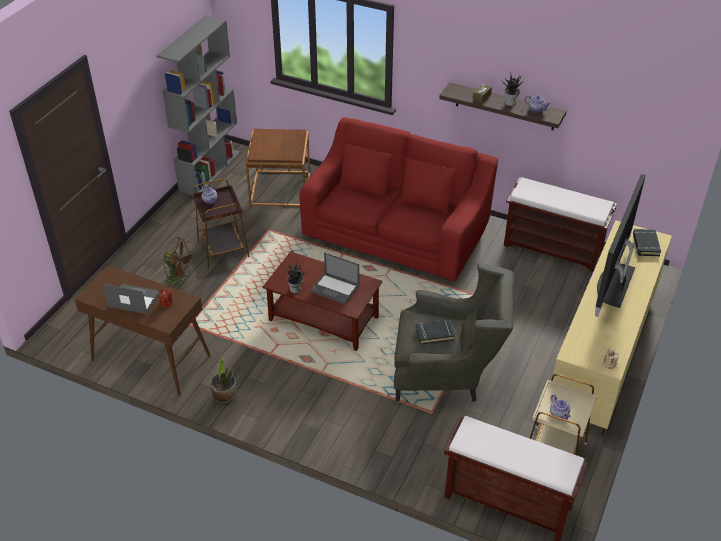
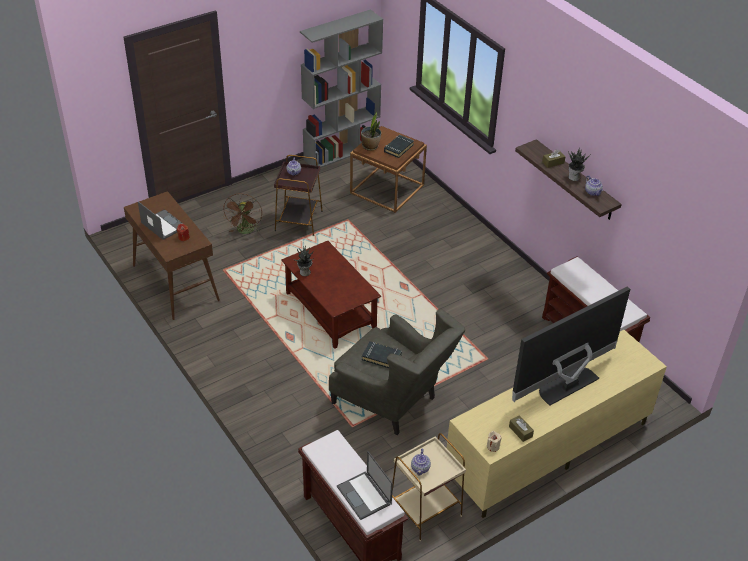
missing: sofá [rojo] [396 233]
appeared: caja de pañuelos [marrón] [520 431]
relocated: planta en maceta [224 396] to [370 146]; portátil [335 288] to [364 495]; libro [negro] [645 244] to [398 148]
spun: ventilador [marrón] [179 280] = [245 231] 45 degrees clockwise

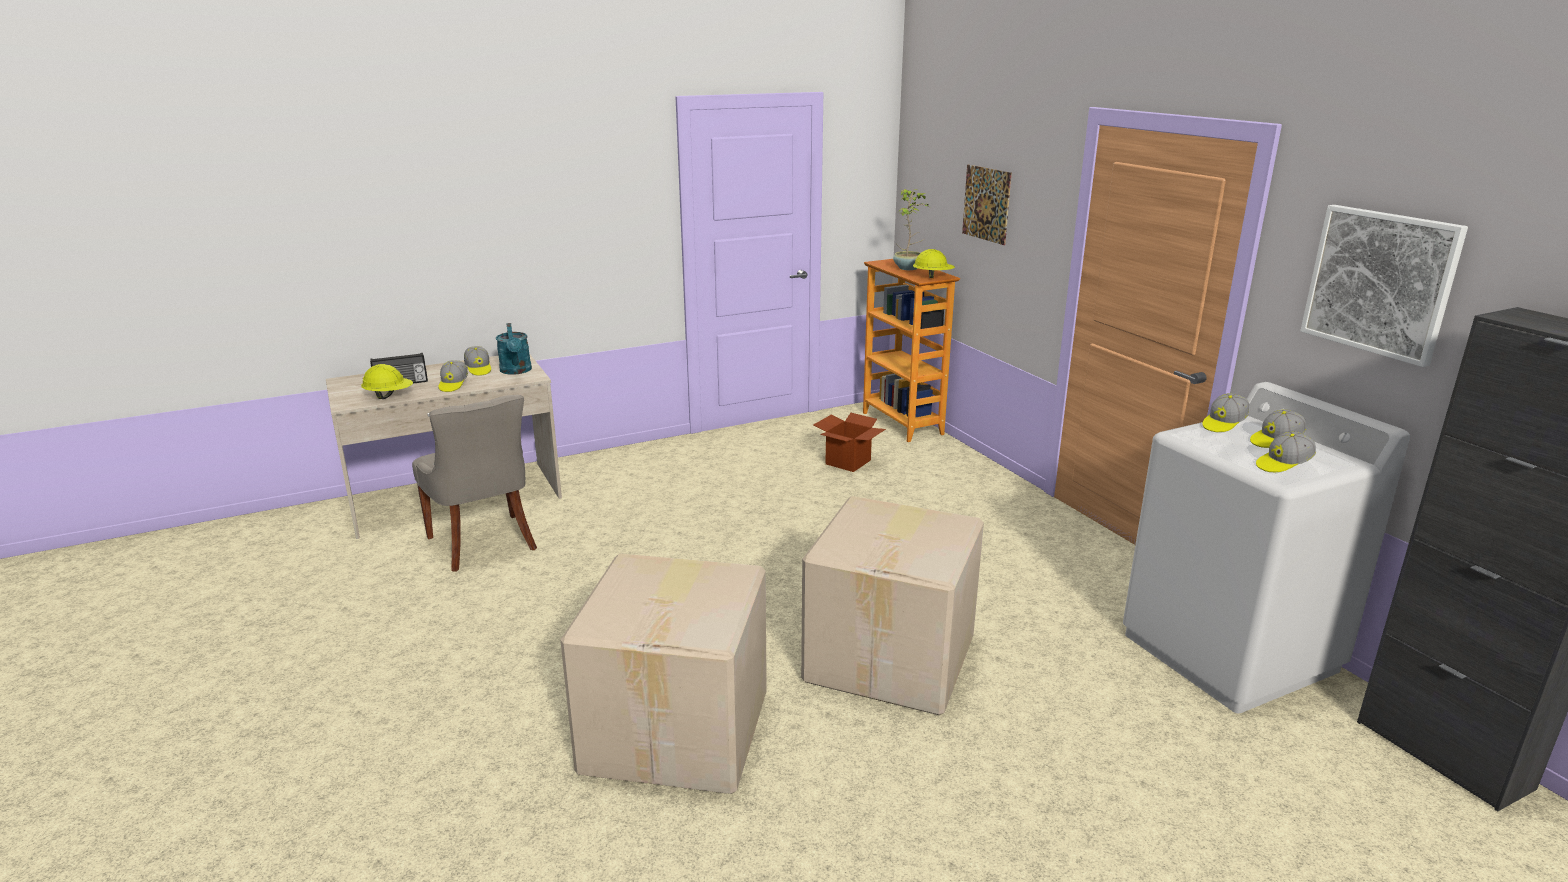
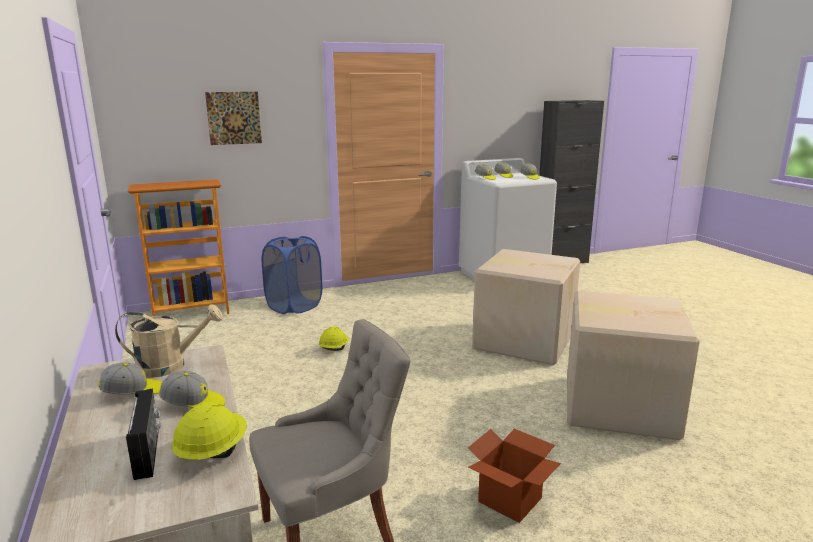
missing: planta en maceta [909 268]; cuadro [1380 282]
appeared: cesto de la ropa [azul] [294 306]
relocated: caja de cartón [848 462] to [509 500]; casco [amarillo] [933 277] to [334 349]
colour: regadera [turquesa] [516 371] to regadera [beis] [170 365]

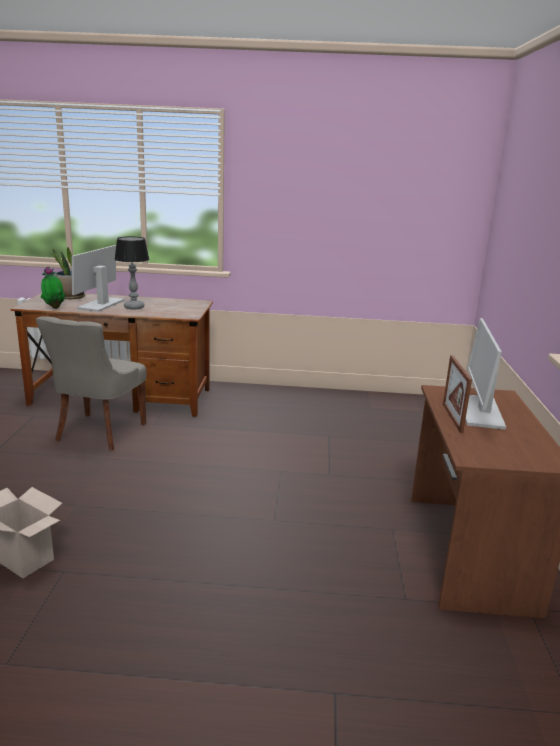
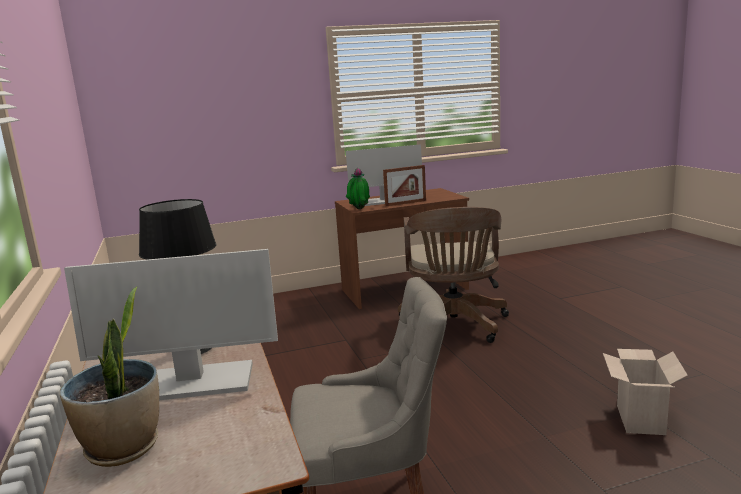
appeared: silla de oficina [marrón] [454 326]
relocated: planta en maceta [54 308] to [359 209]

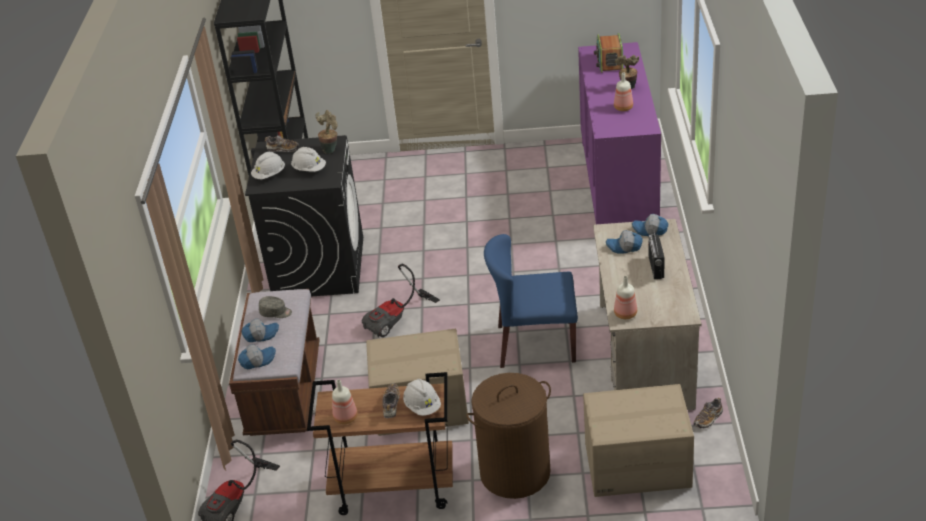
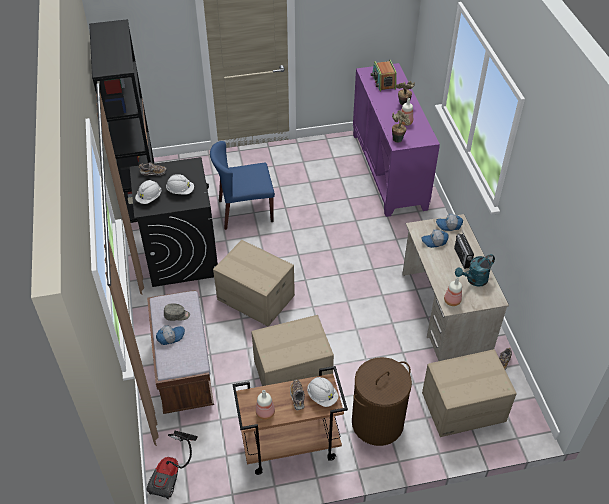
missing: gorra [257 360]
appeared: regadera [turquesa] [474 280]
relocated: planta en maceta [330 149] to [398 138]; silla [azul] [535 344] to [245 211]
exchanged: aspiradora [397 320] to caja de cartón [255 298]

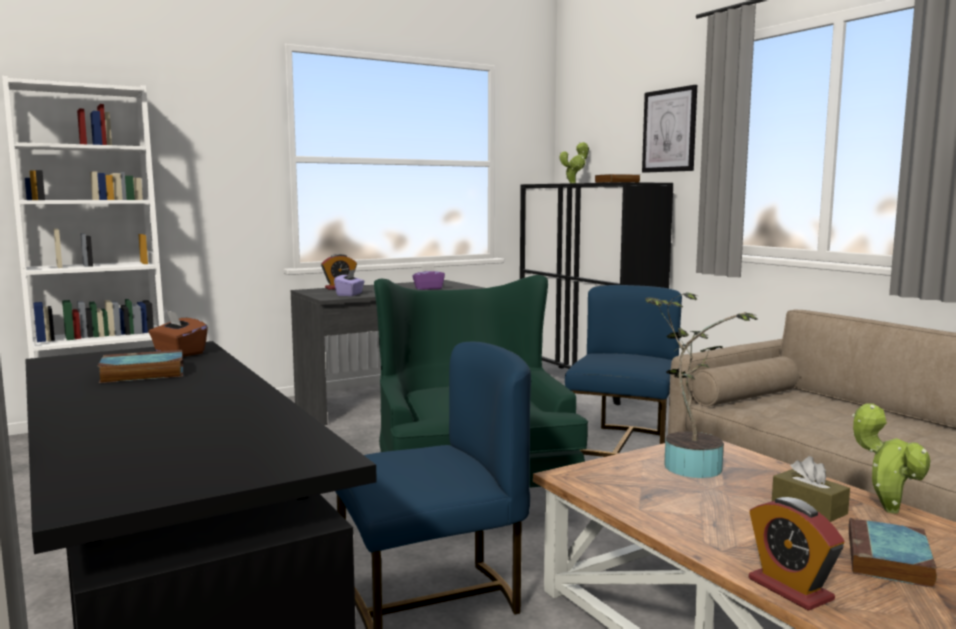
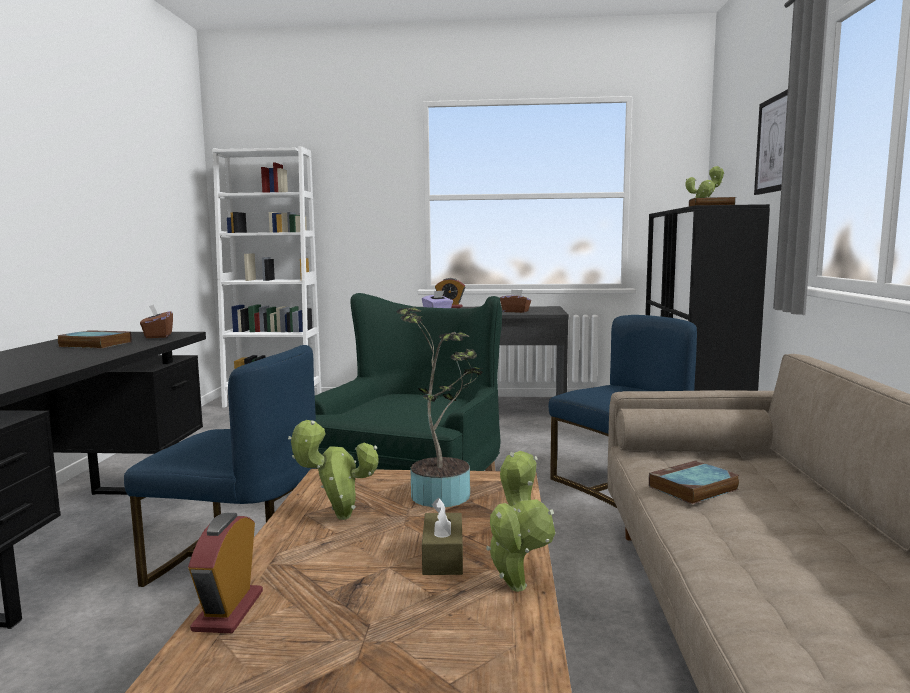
appeared: planta en maceta [338 517]
relocated: libro [889 561] to [692 488]
colour: caja de pañuelos [morado] [428 288] to caja de pañuelos [marrón] [515 311]

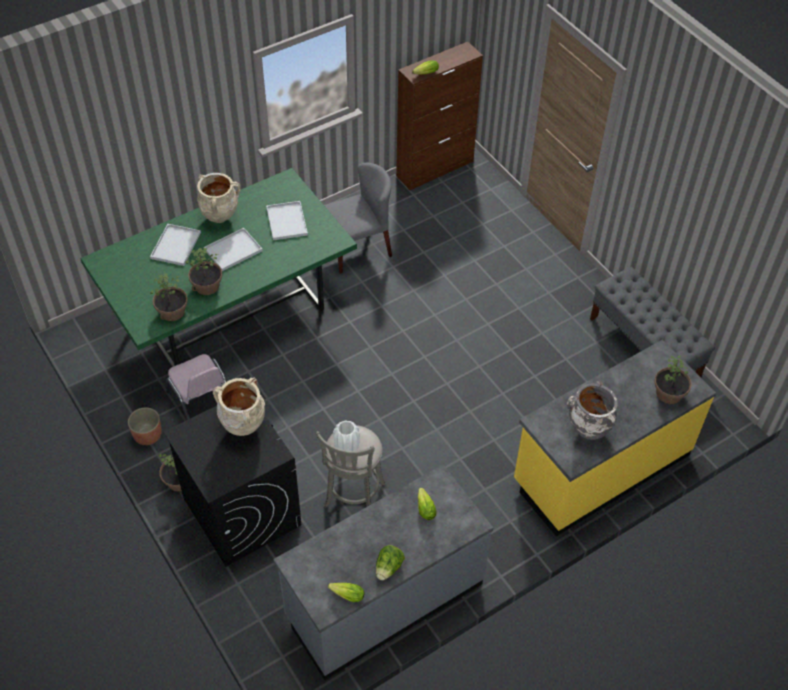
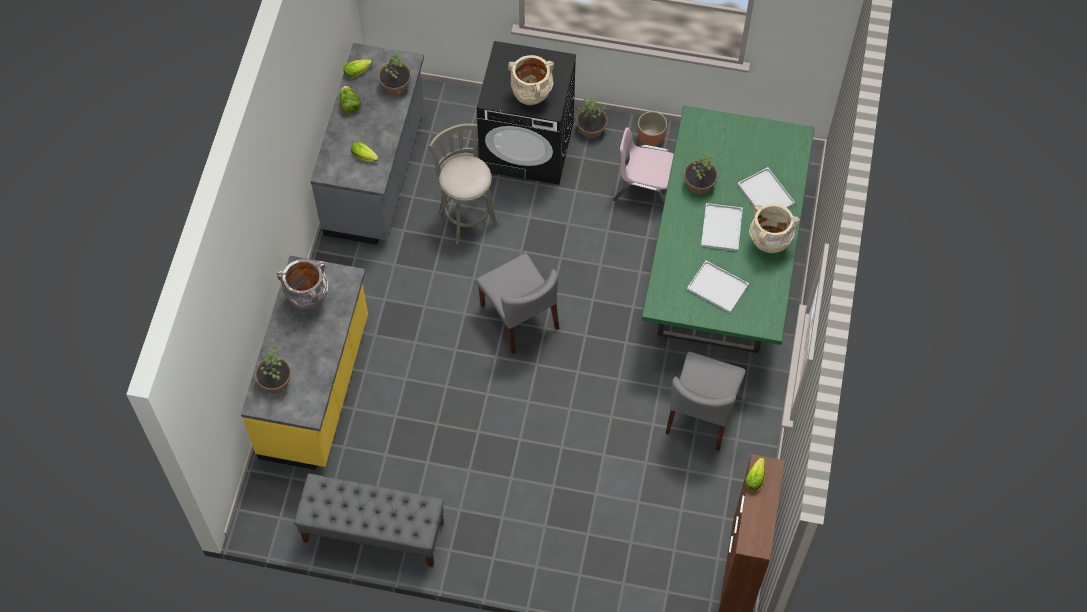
missing: florero [blanco] [347 449]
appeared: silla [gris] [520 317]
relocated: planta en maceta [172 312] to [395 86]

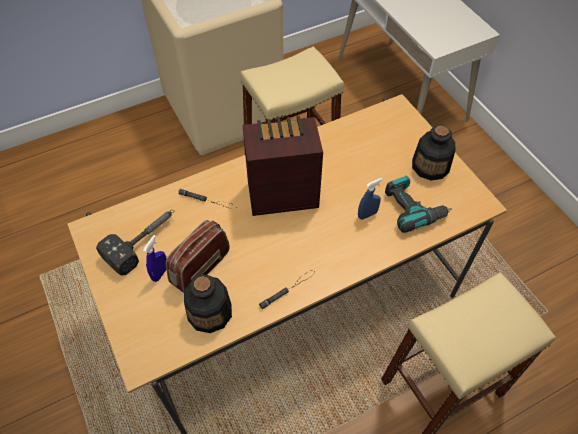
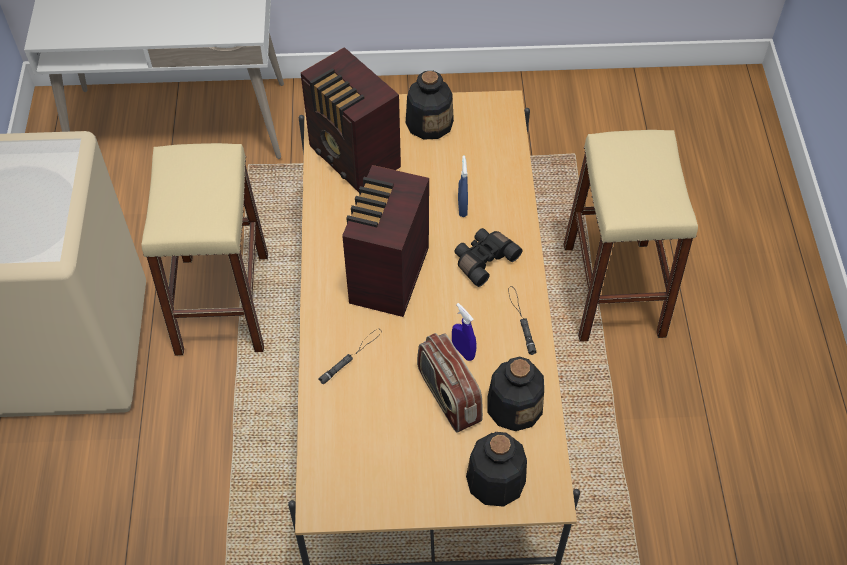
missing: martillo [144 241]; taladro [412 208]
appeared: radio [354 159]; prismáticos [negro] [483 260]; botella [495 481]
relocated: pulverizador [azul] [160 273] to [463 351]

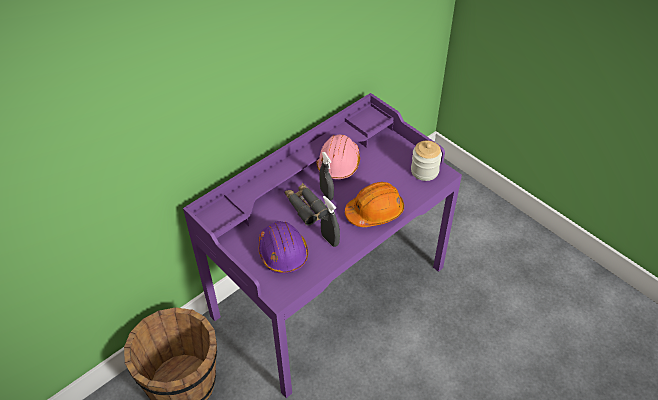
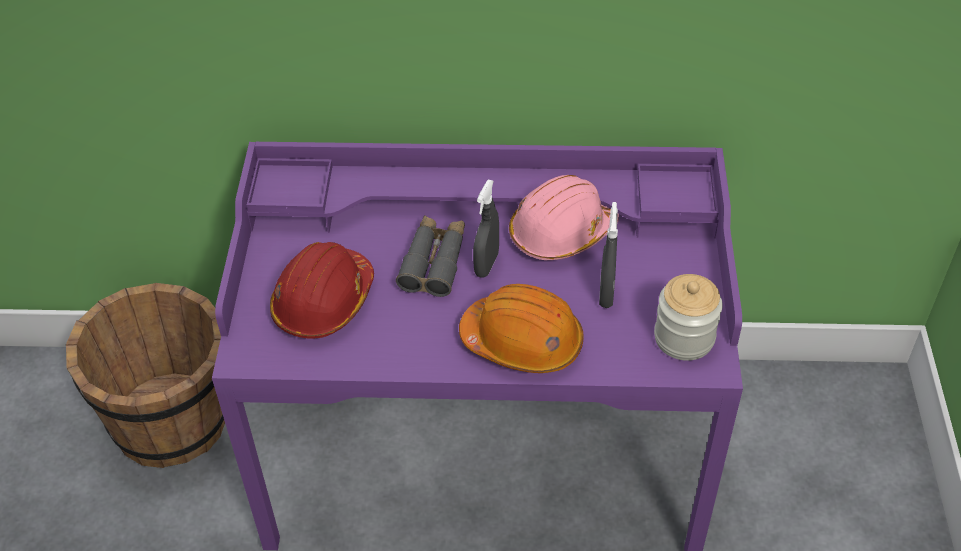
relocated: pulverizador [gris] [330 240] to [606 293]
colour: casco [morado] [283 252] to casco [rojo] [324 302]

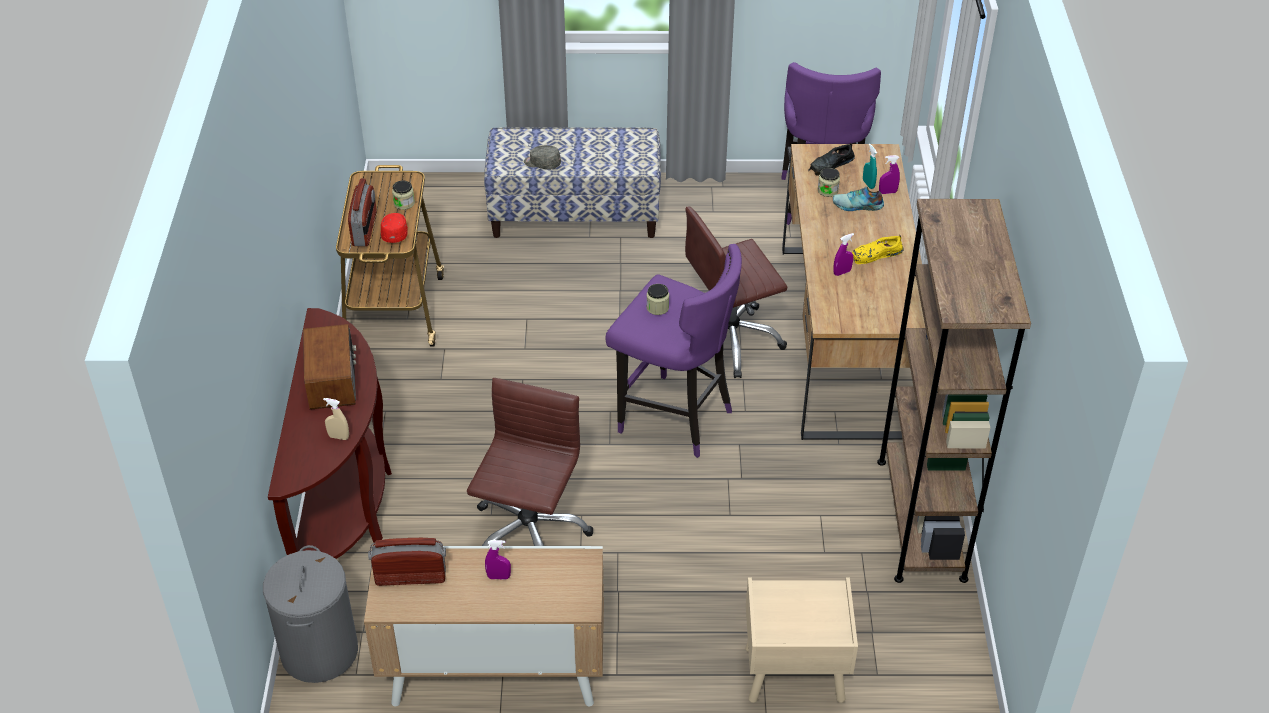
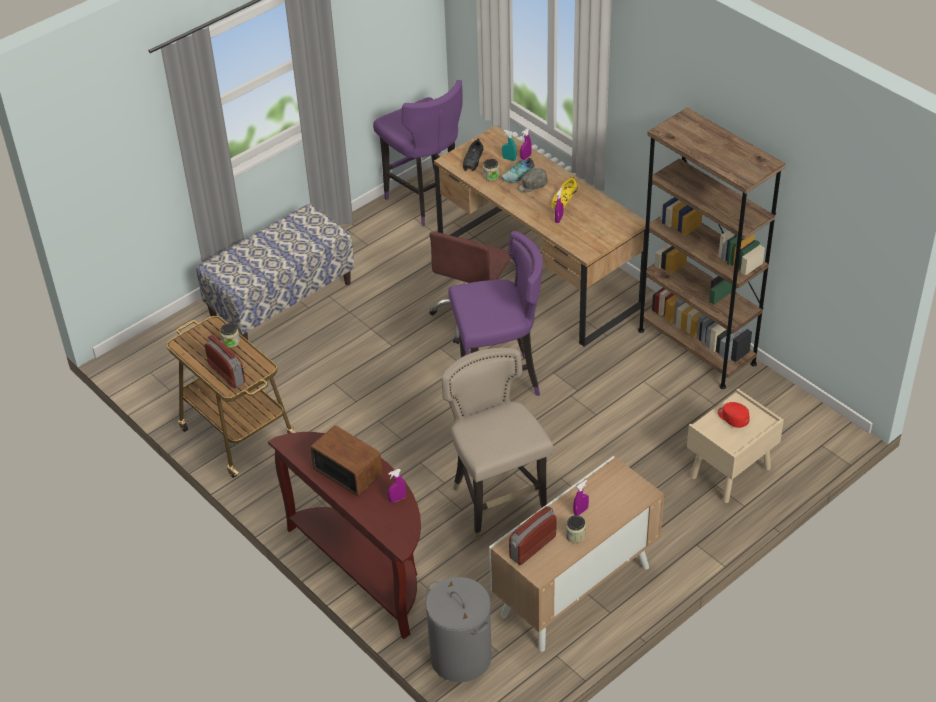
relocated: gorra [rojo] [395 232] to [732 418]; gorra [gris] [542 163] to [532 186]; tarro [657 308] to [575 535]
exchanged: silla de oficina [marrón] [528 534] to taburete [beis] [497 504]
colour: pulverizador [beis] [338 437] to pulverizador [morado] [397 499]

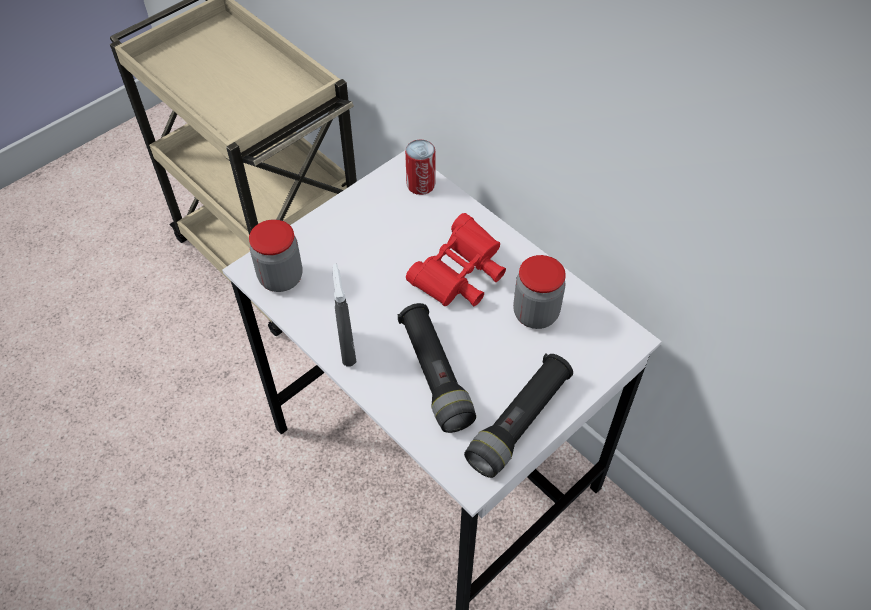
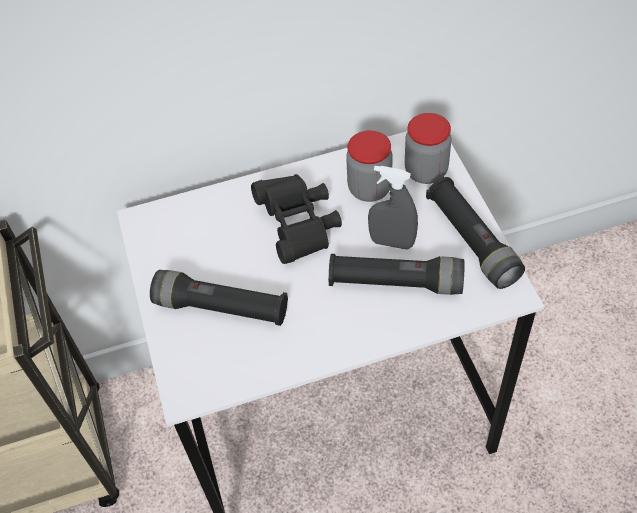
missing: lata [420 184]
appeared: linterna [negro] [221 308]
relocated: tarro [281 278] to [426 171]; pulverizador [gris] [347 349] to [392 242]
colour: prismáticos [rojo] [459 277] to prismáticos [negro] [299 226]

